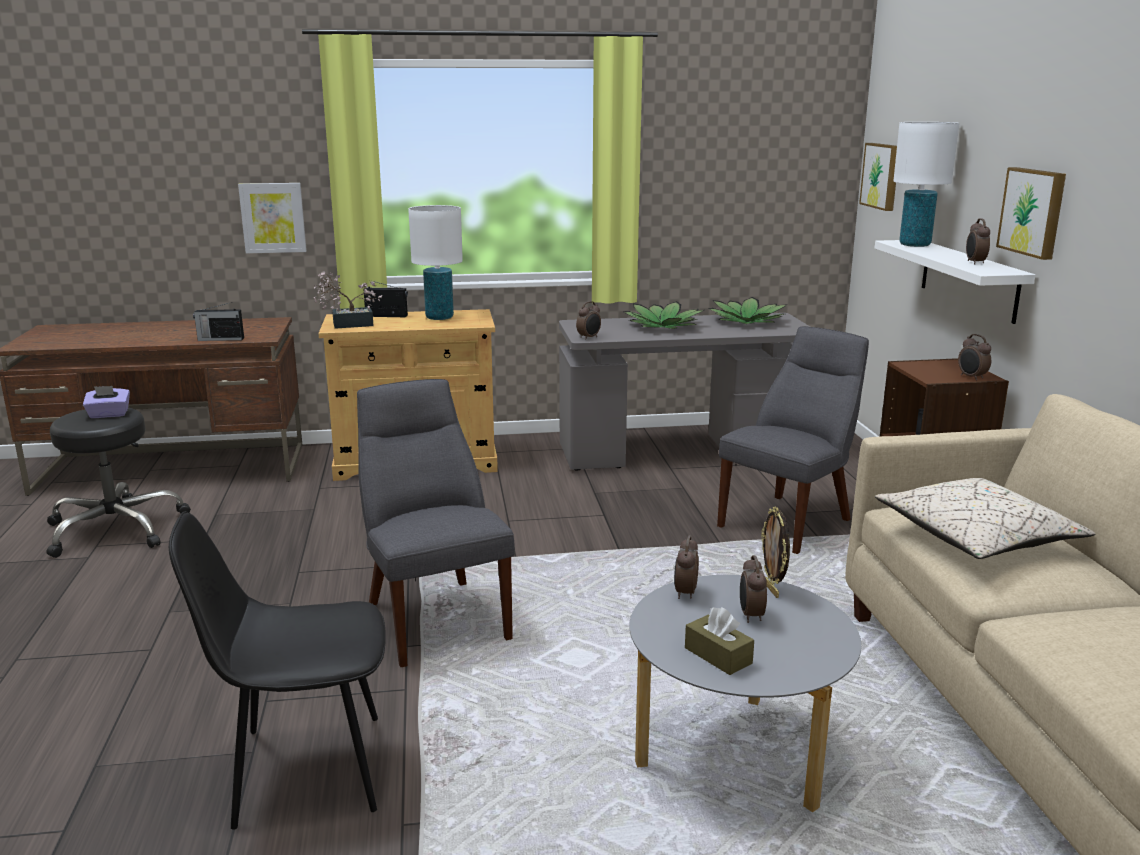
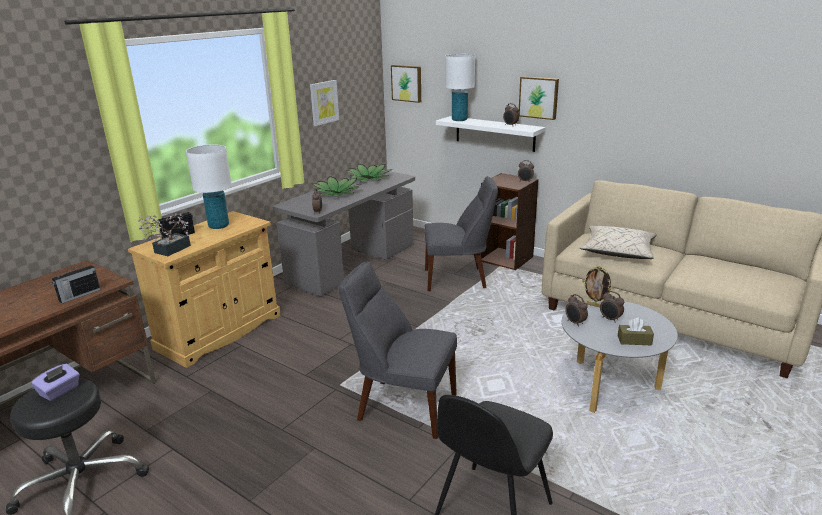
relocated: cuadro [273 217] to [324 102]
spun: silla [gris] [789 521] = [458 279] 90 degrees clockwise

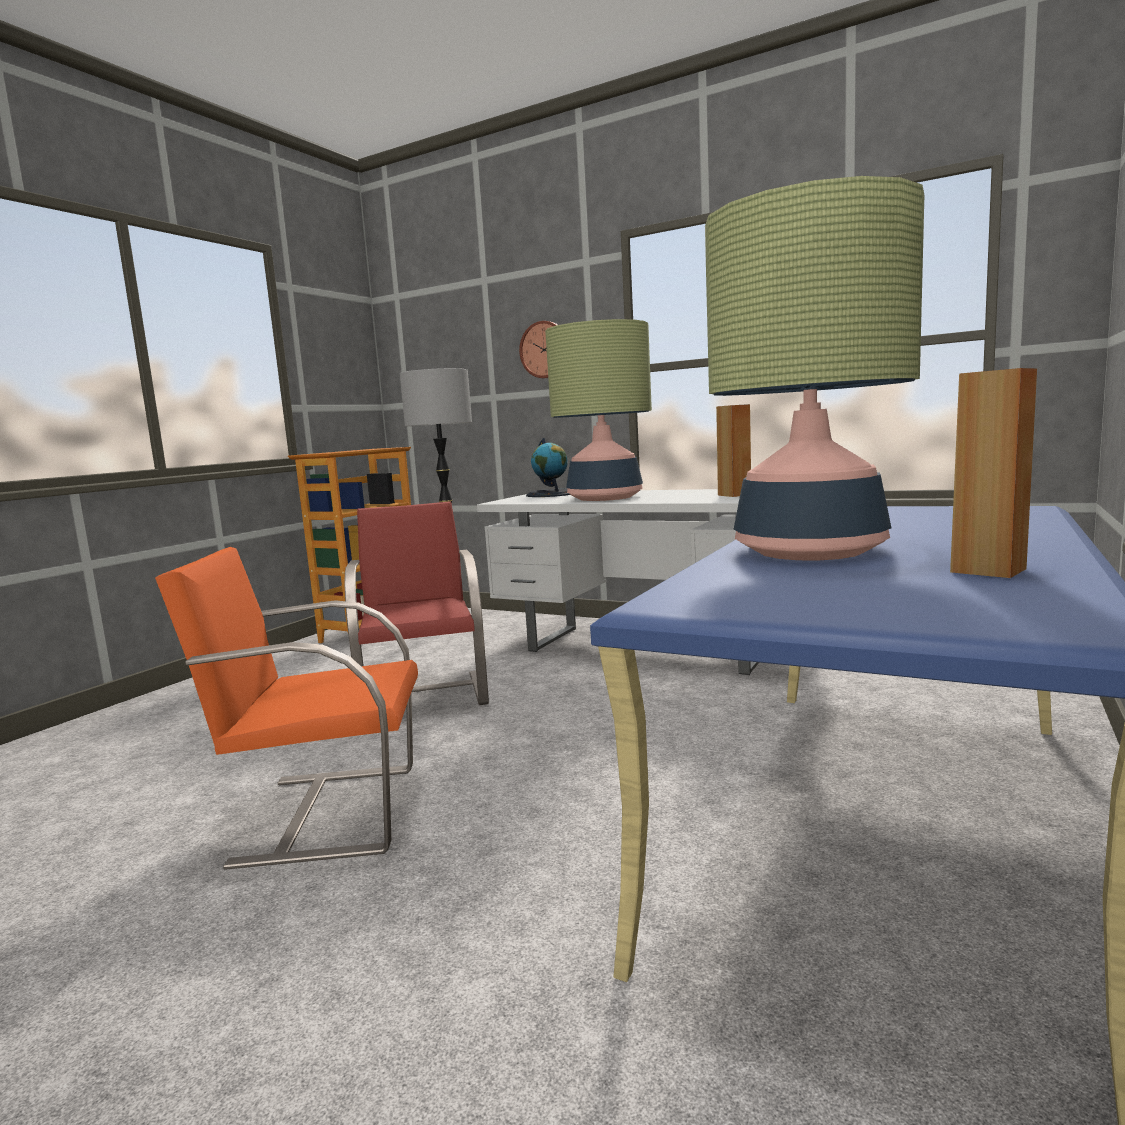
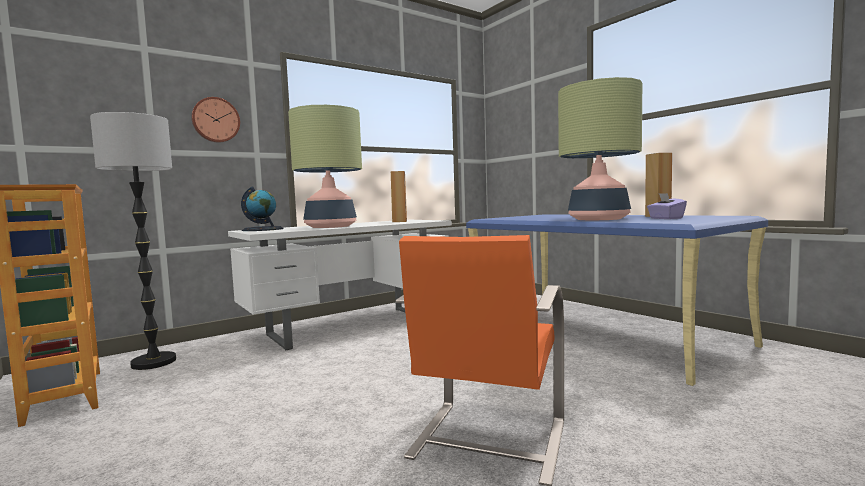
missing: silla [rojo] [424 694]
appeared: caja de pañuelos [morado] [665 218]

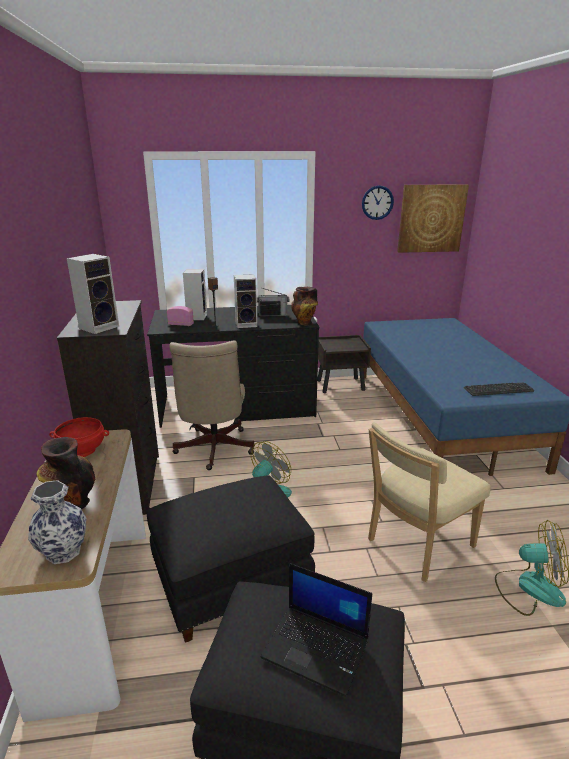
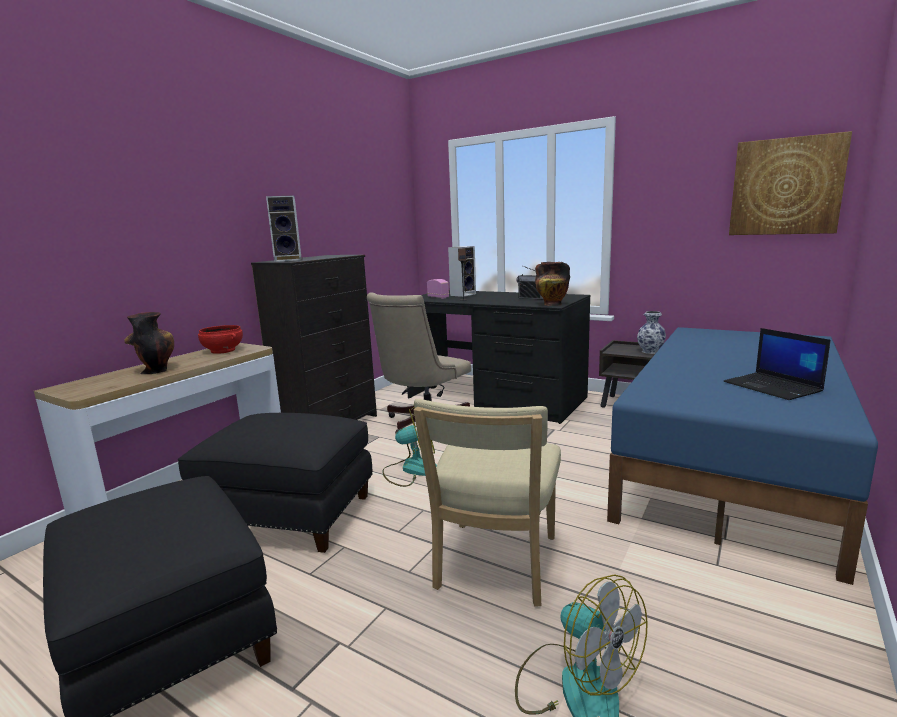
missing: altavoz [247 324]; reloj de pared [377 202]; teclado [498 390]
relocated: florero [63 552] to [650 351]; portátil [317 648] to [773 387]
spun: silla [beis] [416 545] = [494 566] 75 degrees counterclockwise

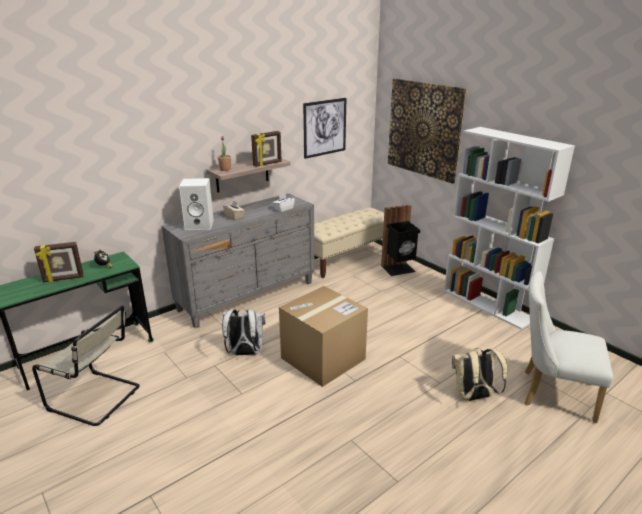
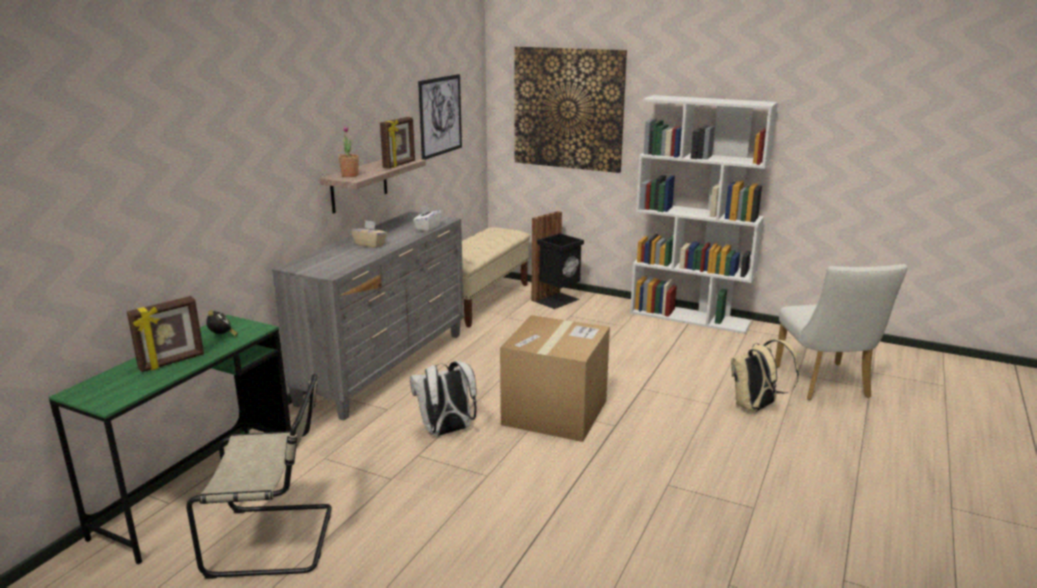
missing: altavoz [blanco] [200 225]
spun: silla [blanco] [551 393] = [825 385] 90 degrees counterclockwise

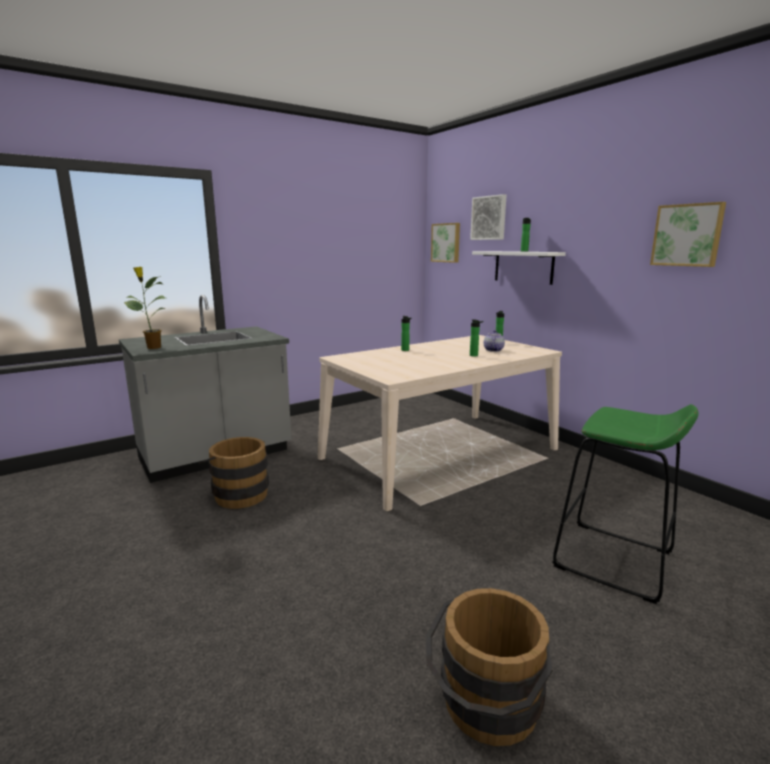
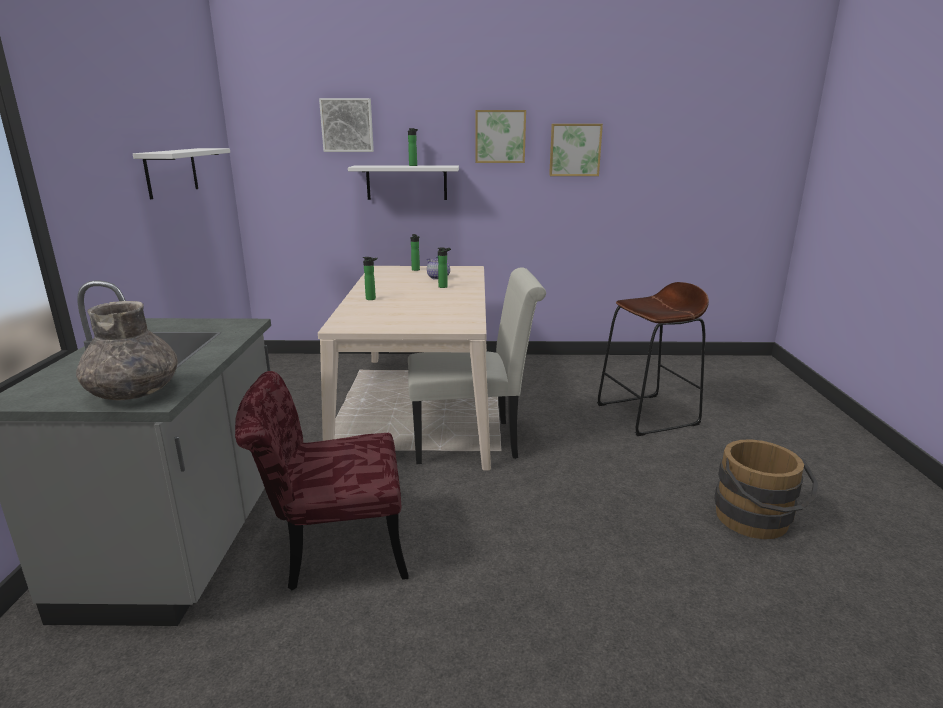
appeared: estante [blanco] [171 172]; silla [blanco] [472 441]
relocated: cuadro [446 242] to [500 136]
exchanged: planta en maceta [153 347] to florero [gris] [135 392]; cubo [marrón] [238 493] to silla [rojo] [332 549]
colour: taburete [verde] [613 560] to taburete [marrón] [647 414]

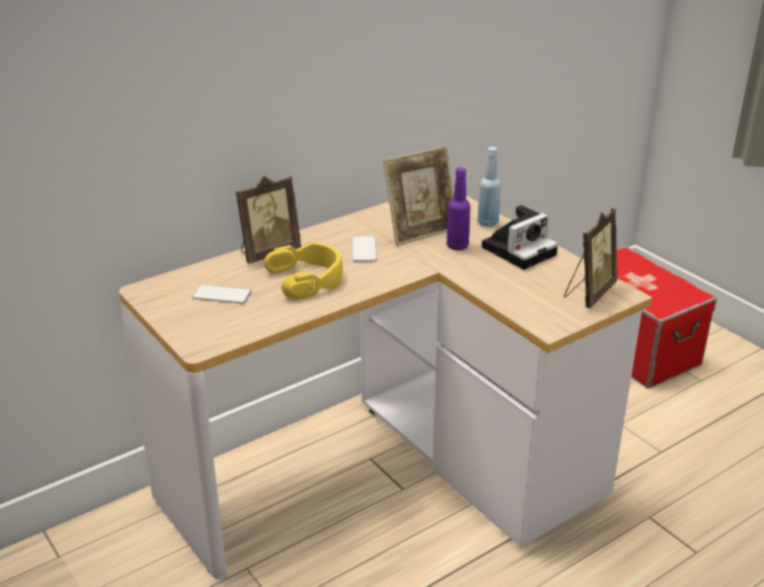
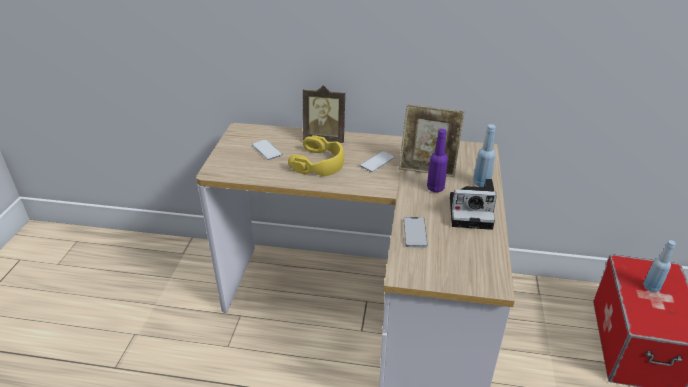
missing: portarretratos [588 293]
appeared: móvil [415 233]; botella [azul] [651 287]

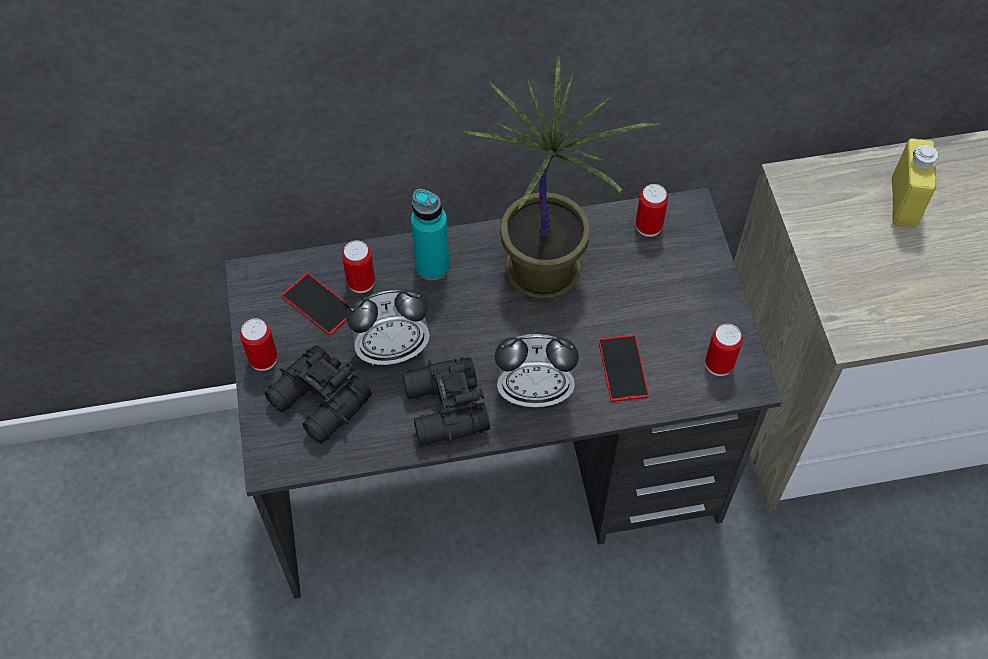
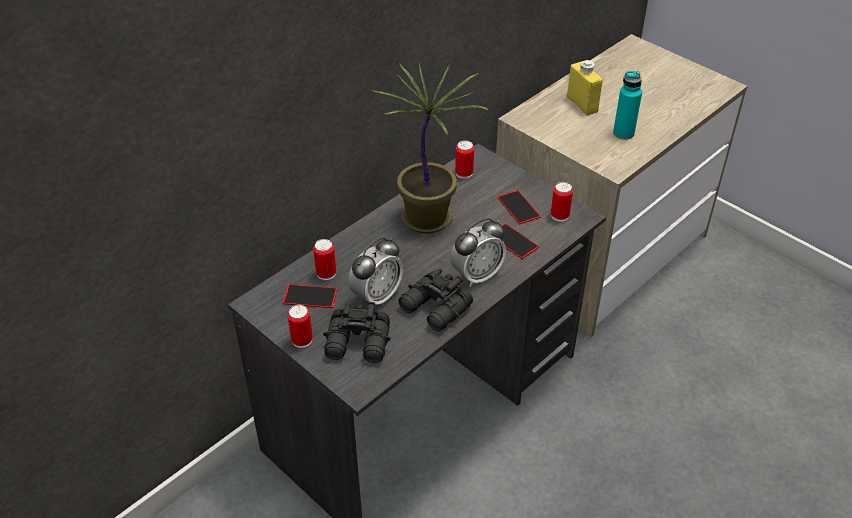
appeared: móvil [518 207]
relocated: botella [turquesa] [432 266] to [623 133]

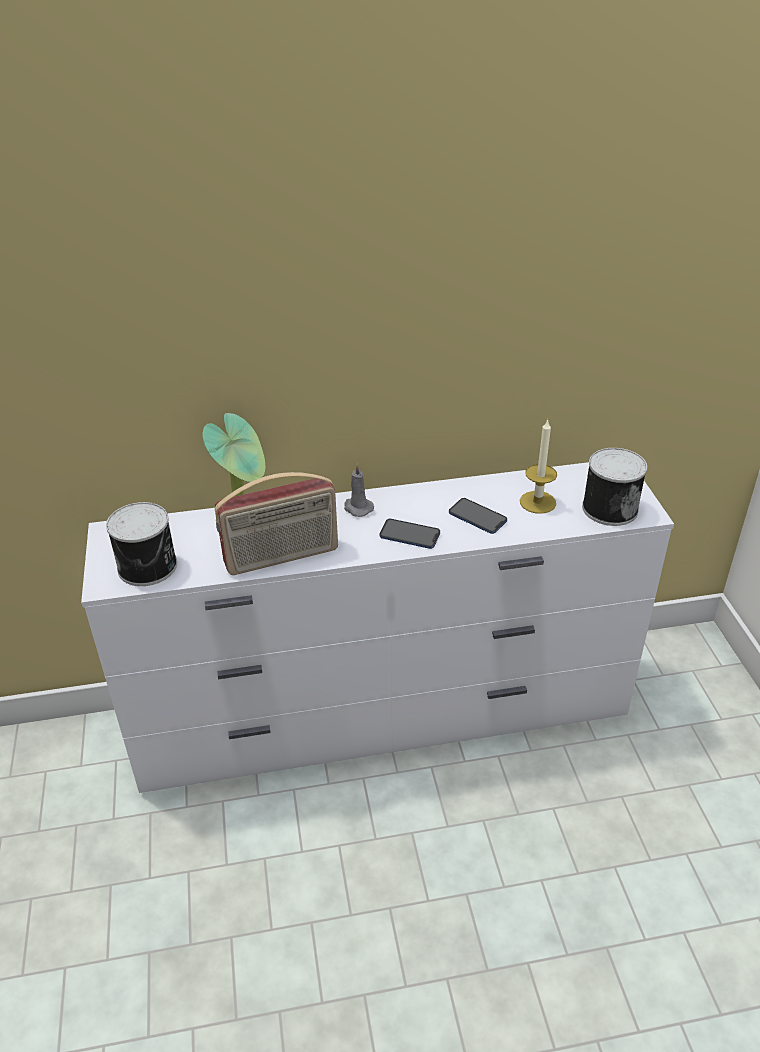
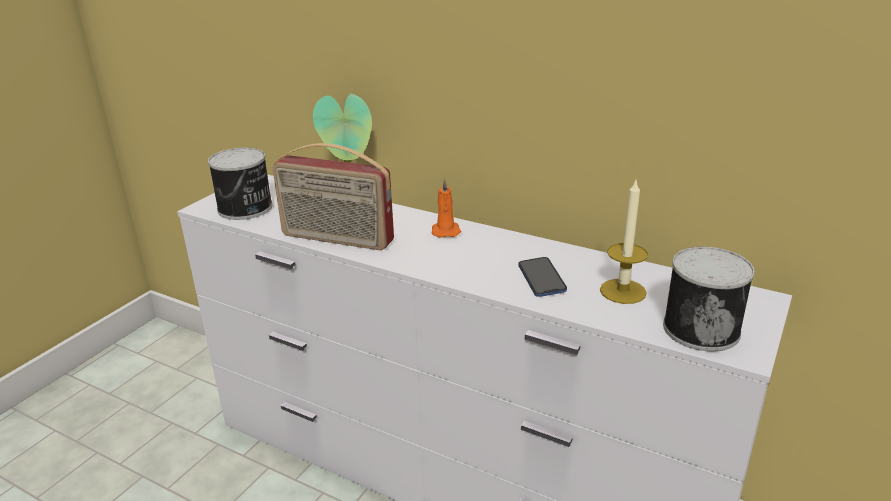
missing: móvil [409 535]
colour: vela [gris] [357 508] to vela [naranja] [445 231]

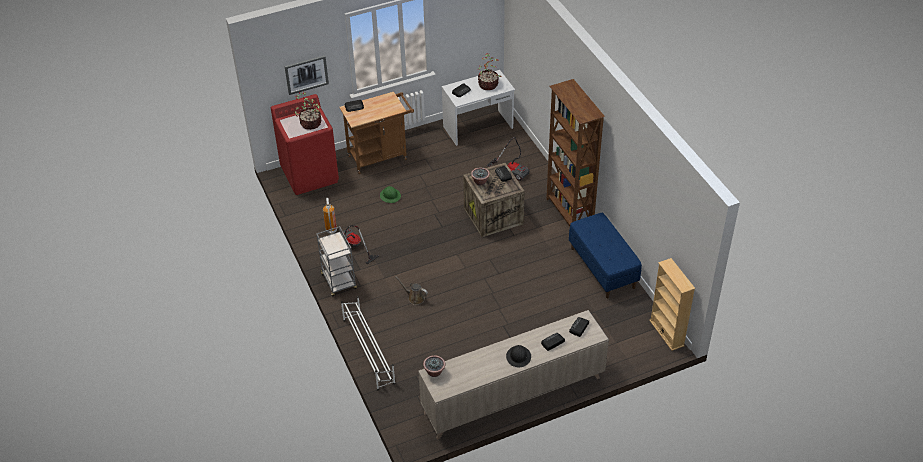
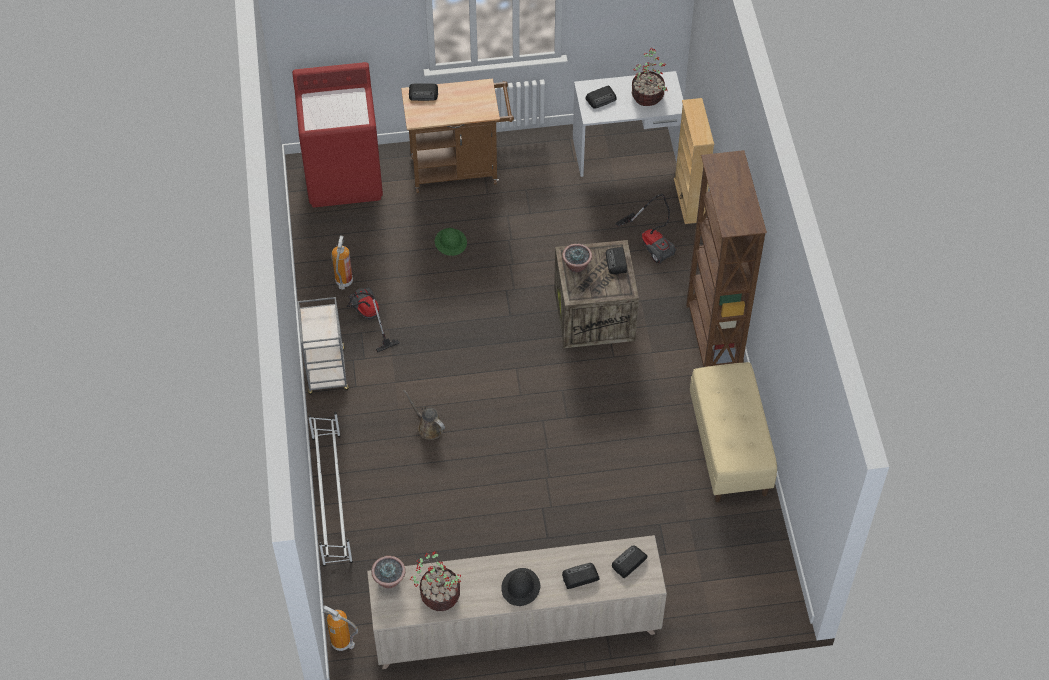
missing: cuadro [306 74]
appeared: extintor [342 643]
relocated: planta en maceta [310 123] to [439 594]; estantería [beis] [666 333] to [689 200]
colour: banco [azul] [603 268] to banco [beis] [730 448]

